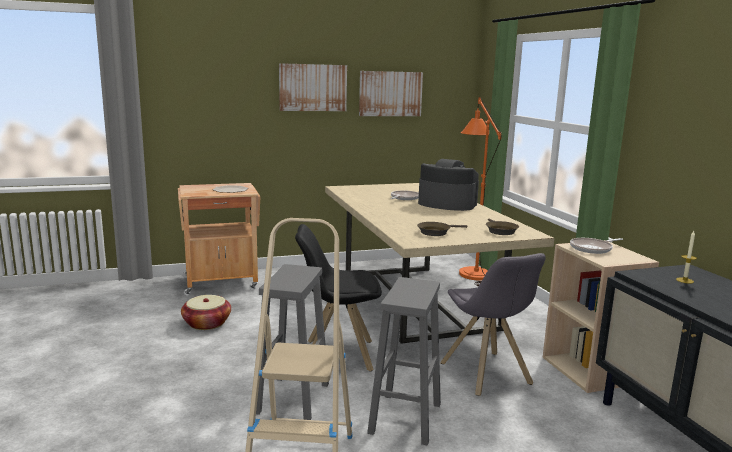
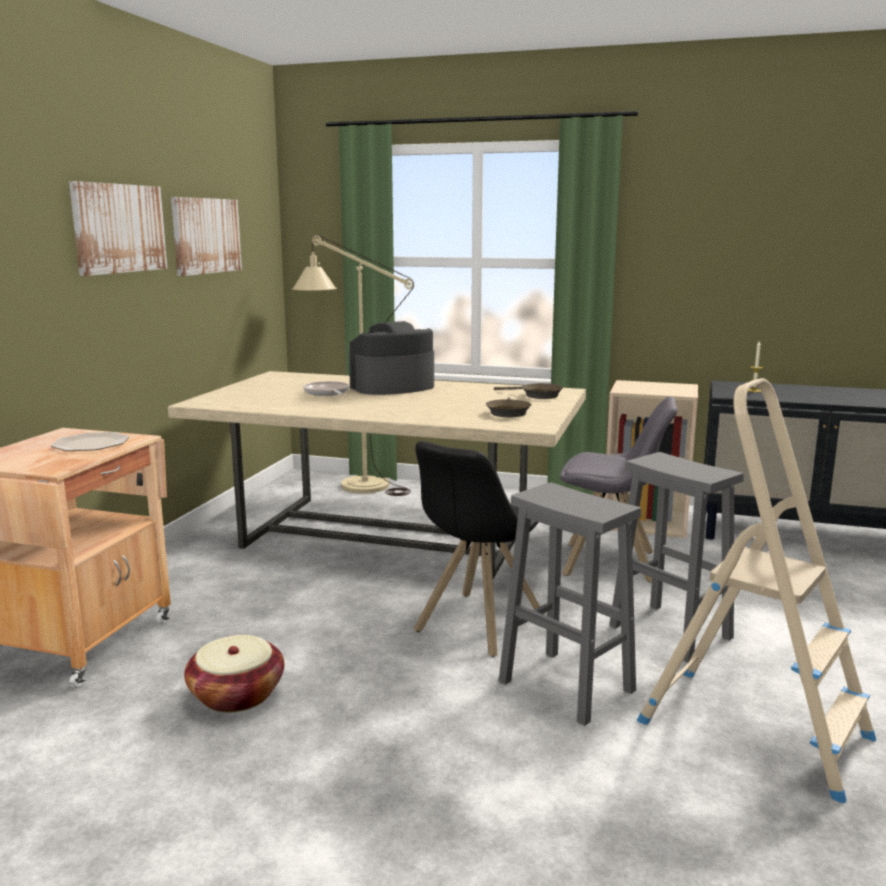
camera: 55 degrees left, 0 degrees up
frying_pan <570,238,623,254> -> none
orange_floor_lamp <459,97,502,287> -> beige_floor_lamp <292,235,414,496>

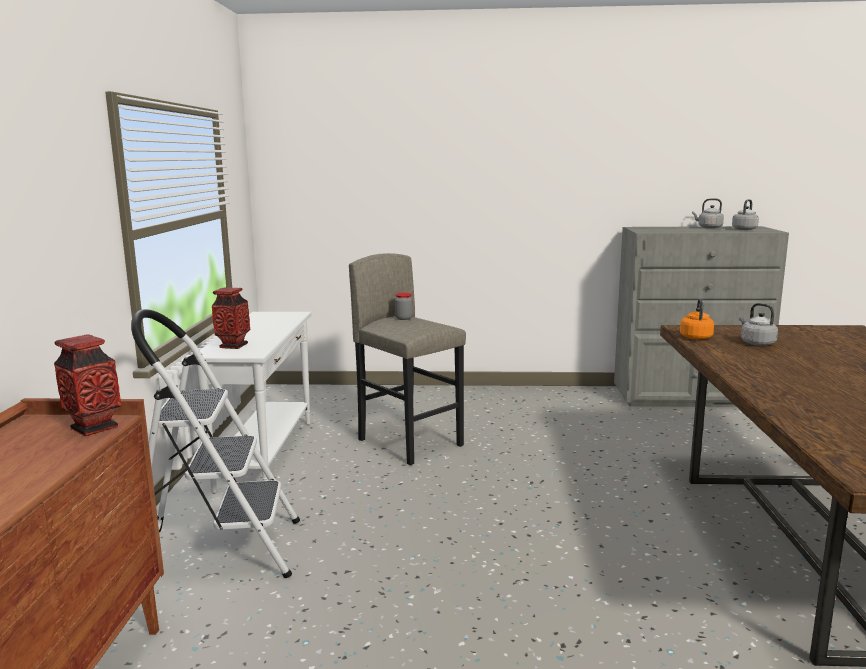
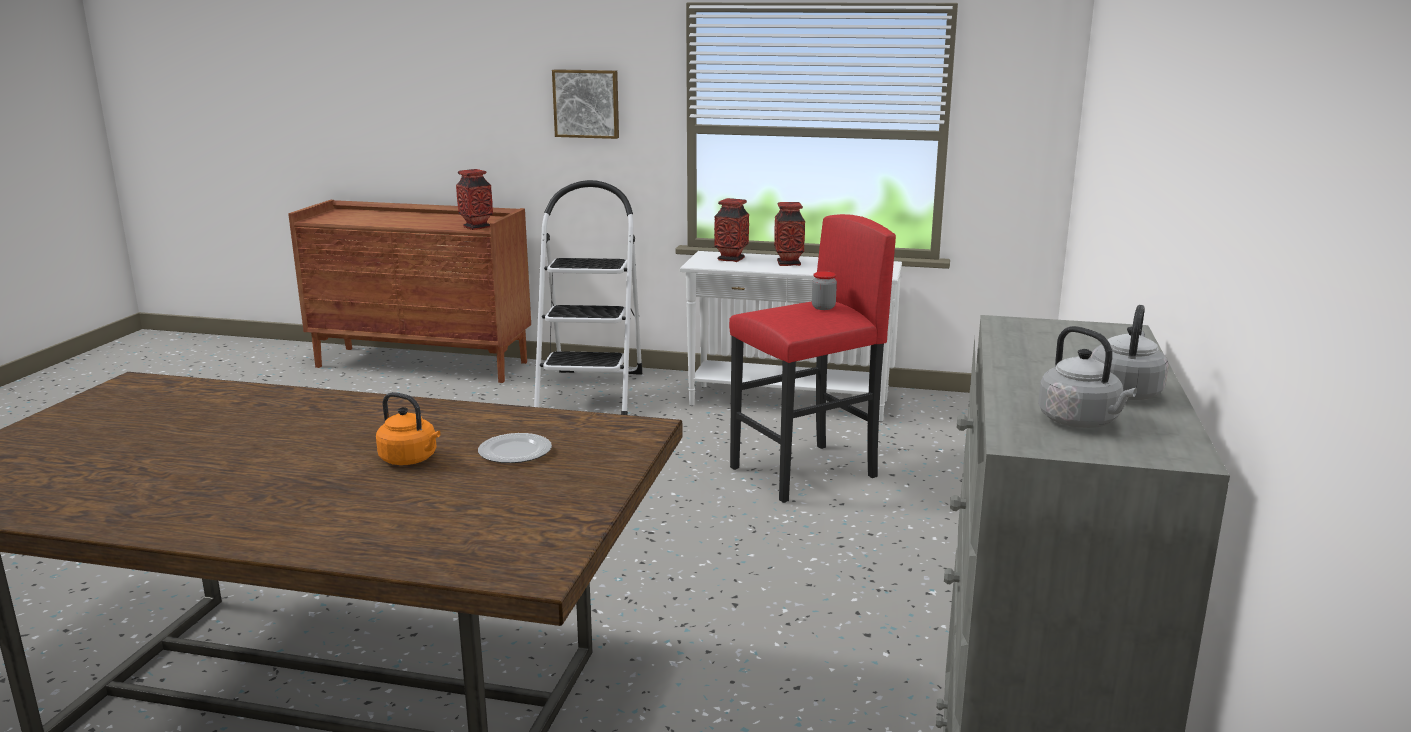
camera: 100 degrees right, 5 degrees up
none -> picture <552,69,619,139>
none -> vase <774,202,805,266>
orange_kettle <680,298,714,340> -> orange_kettle <376,392,441,465>, move
grey_kettle <739,303,778,346> -> plate <478,433,552,463>
grey_stool <349,253,466,465> -> red_stool <729,214,896,503>

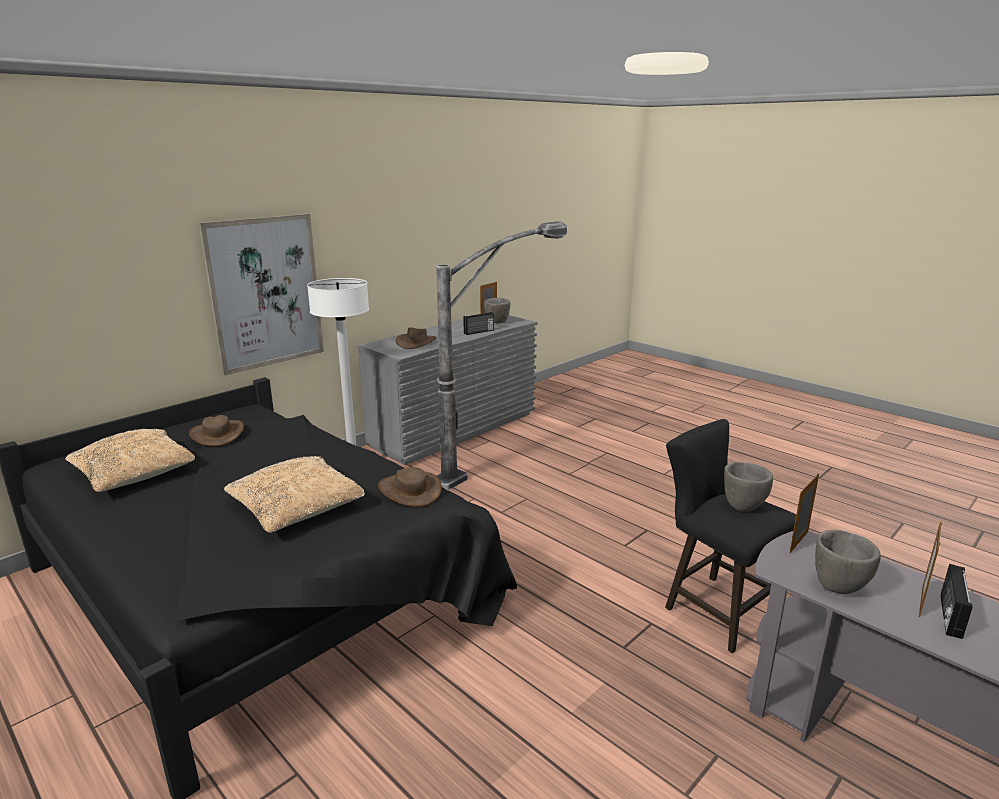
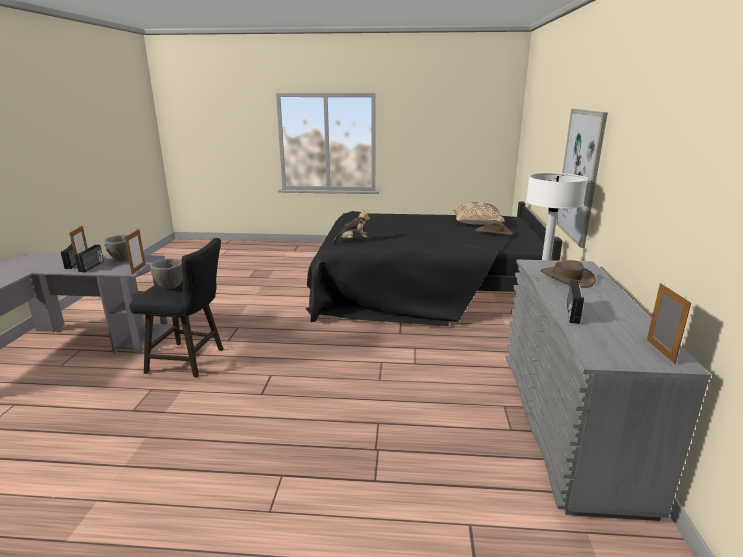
camera: 140 degrees right, 0 degrees up
beige_pillow <224,456,365,533> -> none
floor_lamp <436,222,567,490> -> none
grey_bowl <484,298,510,323> -> none
none -> radio <75,245,104,272>
brown_hat <378,467,442,507> -> plush_toy <332,209,370,243>

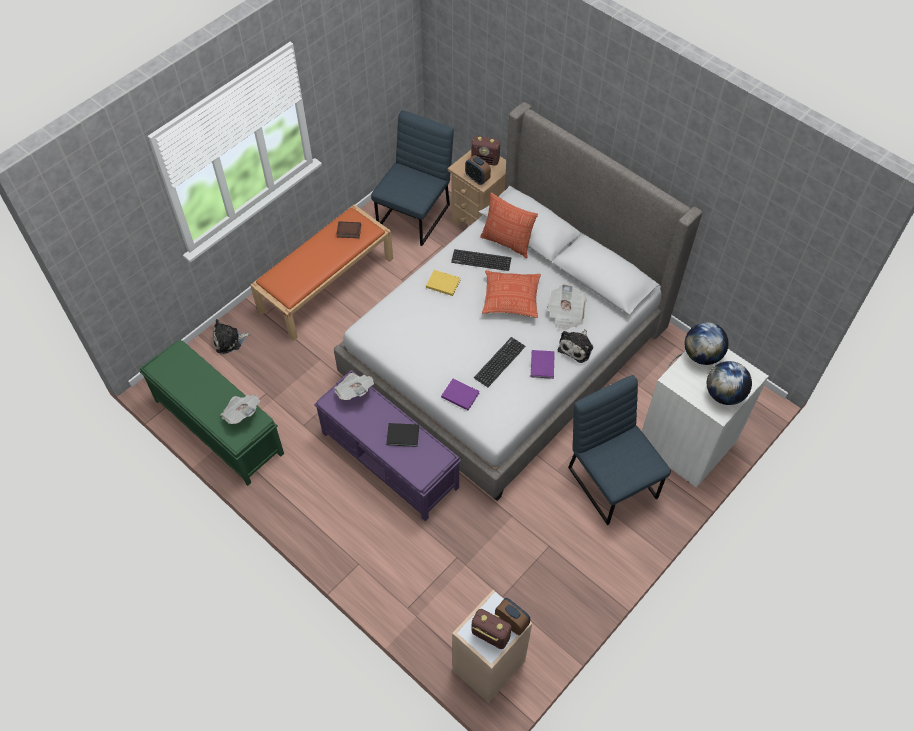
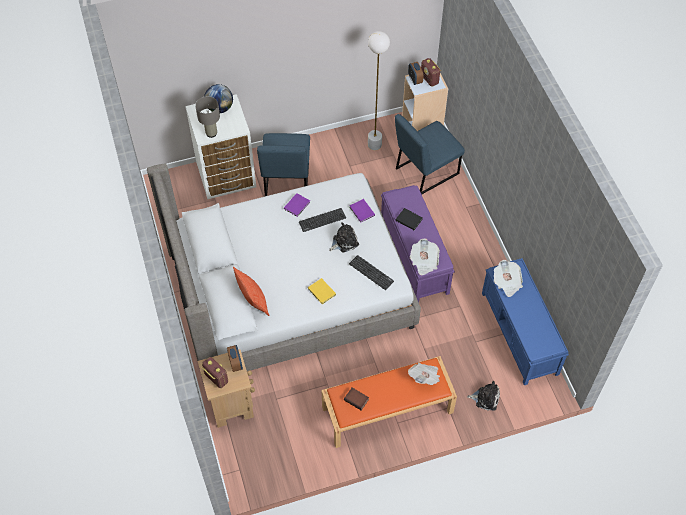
camera: 150 degrees left, 0 degrees up
orange_pillow <482,270,541,318> -> none
none -> white_floor_lamp <368,31,390,150>
blue_chair <371,110,454,246> -> blue_chair <395,114,465,194>, move
keyboard <451,249,511,271> -> keyboard <349,255,394,290>, move
newspaper <547,283,587,331> -> newspaper <408,363,440,385>, move
plush_toy <558,329,593,363> -> plush_toy <329,222,359,252>, move
globe <685,322,729,365> -> grey_table_lamp <195,96,220,138>
green_bench <139,340,284,486> -> blue_bench <482,258,569,385>

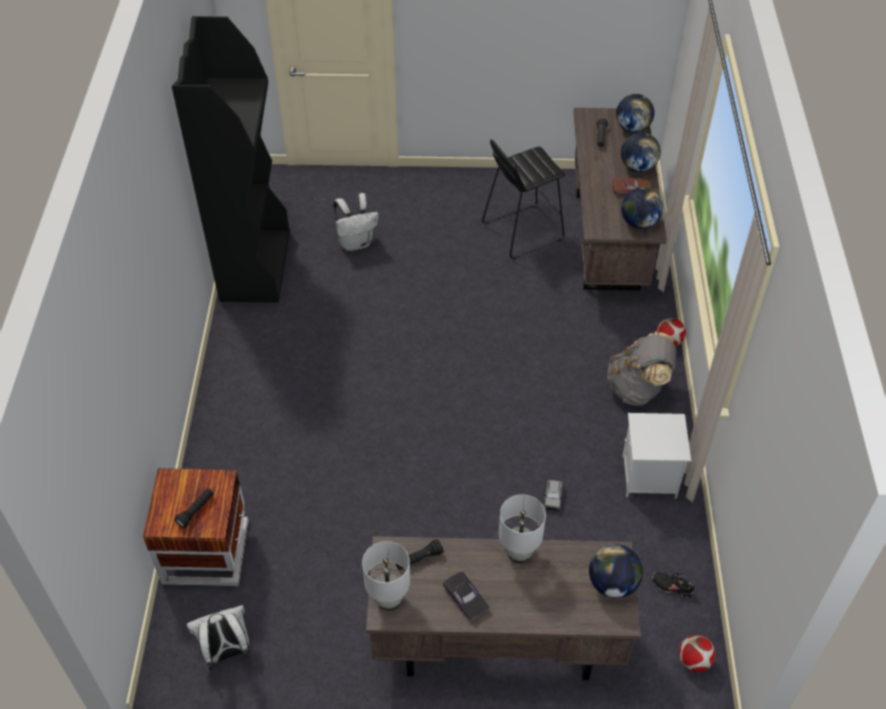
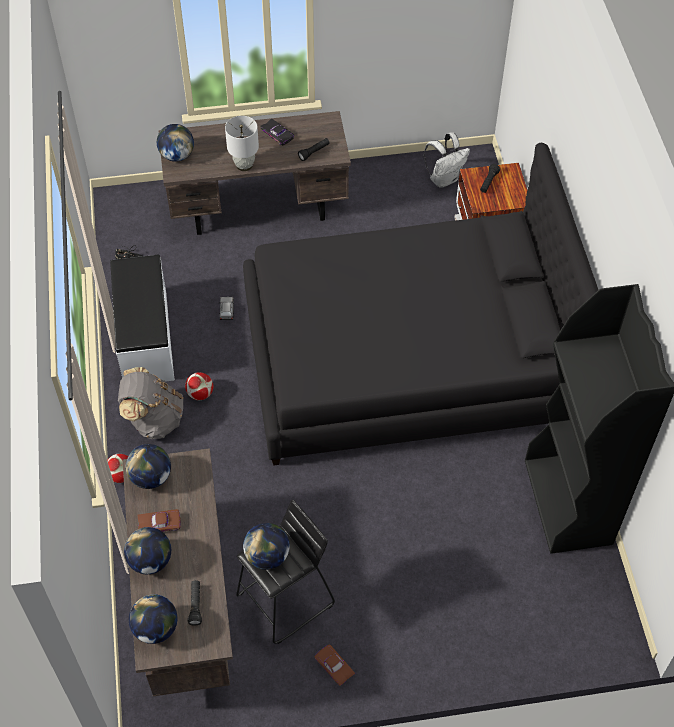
camera: 170 degrees right, 5 degrees up
white_backpack <333,193,379,251> -> none
white_table_lamp <362,541,410,610> -> none
none -> black_bed <243,142,598,466>
none -> globe <243,523,290,570>
none -> brown_toy_car <314,645,355,686>
football <679,635,715,672> -> football <185,372,213,400>, move
grey_nightstand <622,413,691,498> -> white_bench <110,254,175,382>

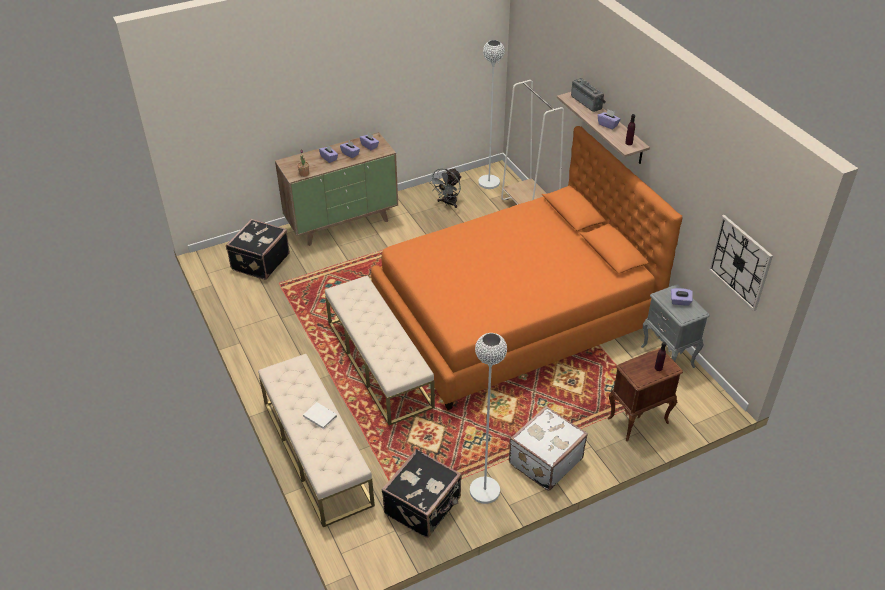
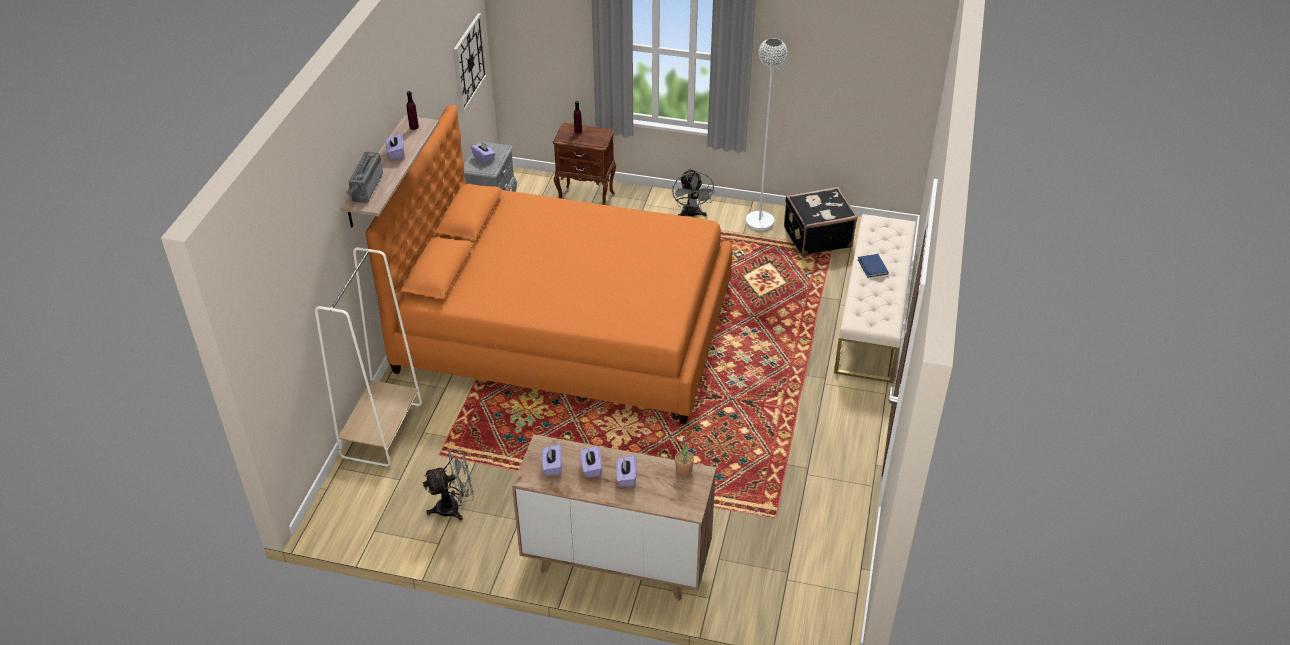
camera: 140 degrees left, 0 degrees up
black_suitcase <226,219,290,280> -> none
beige_bench <325,276,435,425> -> none
white_floor_lamp <478,40,505,189> -> none
white_suitcase <509,406,588,491> -> grey_fan <672,169,715,216>
white_book <303,402,337,429> -> blue_book <858,254,888,278>

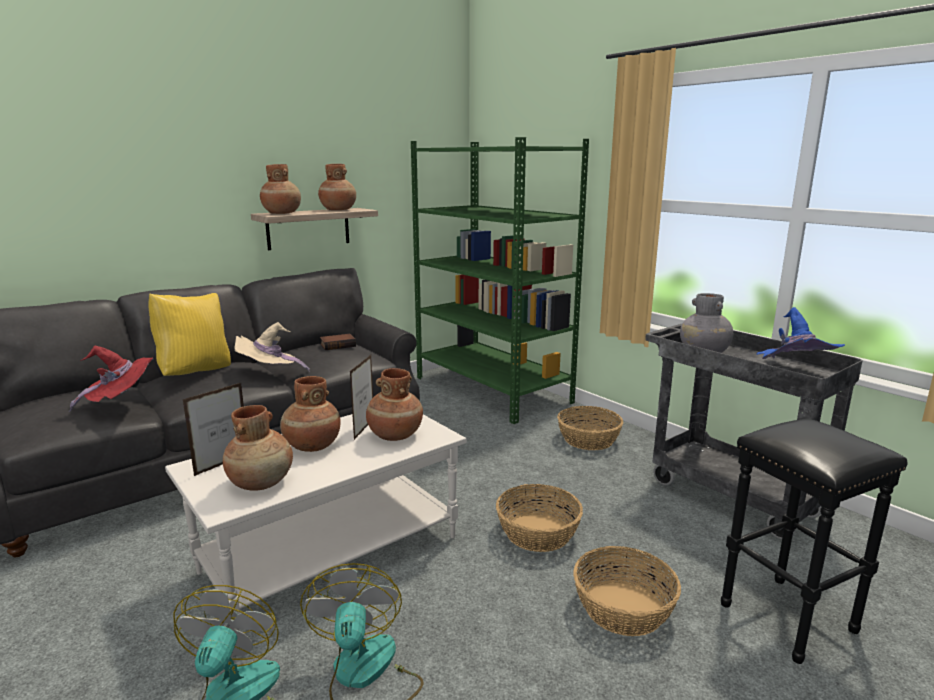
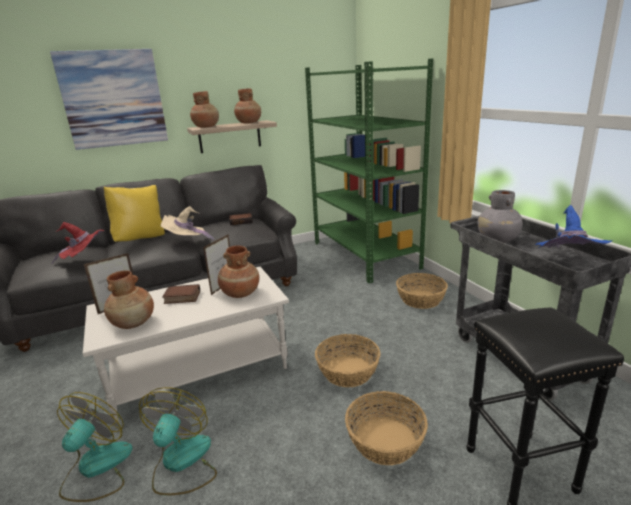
camera: 15 degrees right, 5 degrees up
none -> picture <50,49,168,150>
brown_vase <280,376,341,452> -> book <162,284,200,304>

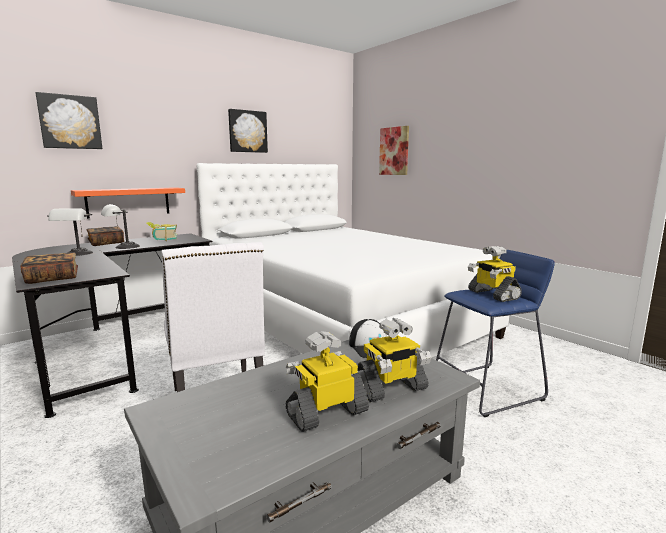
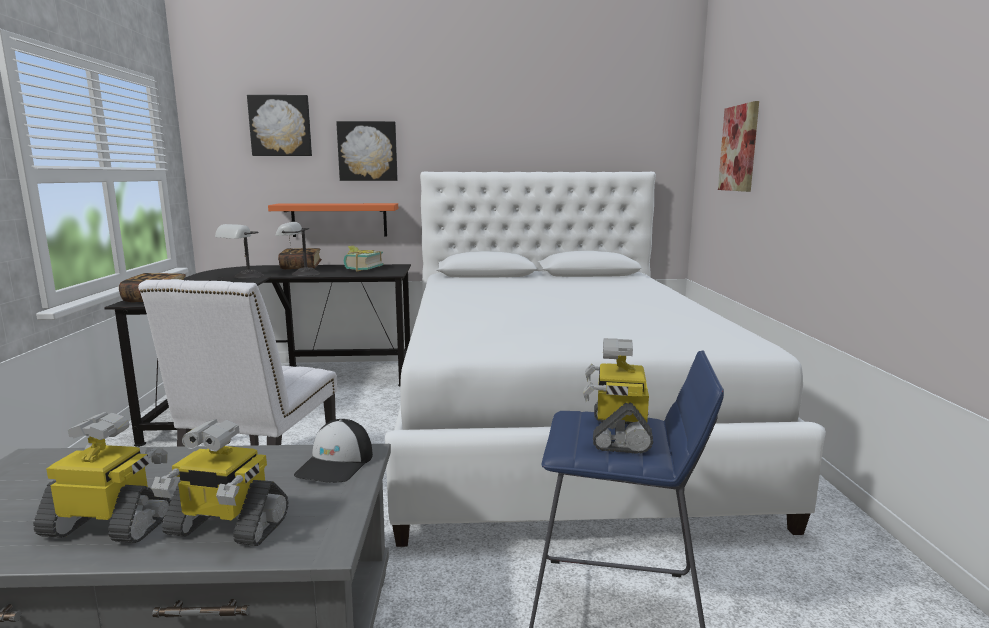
camera: 35 degrees right, 0 degrees up
picture <228,109,268,153> -> picture <336,121,398,181>, move

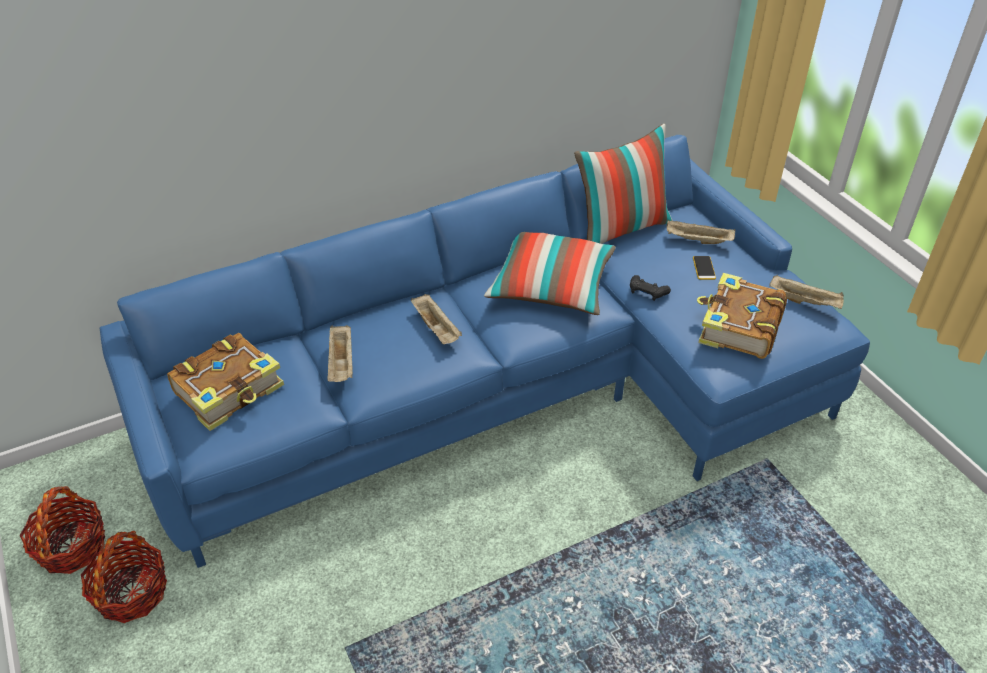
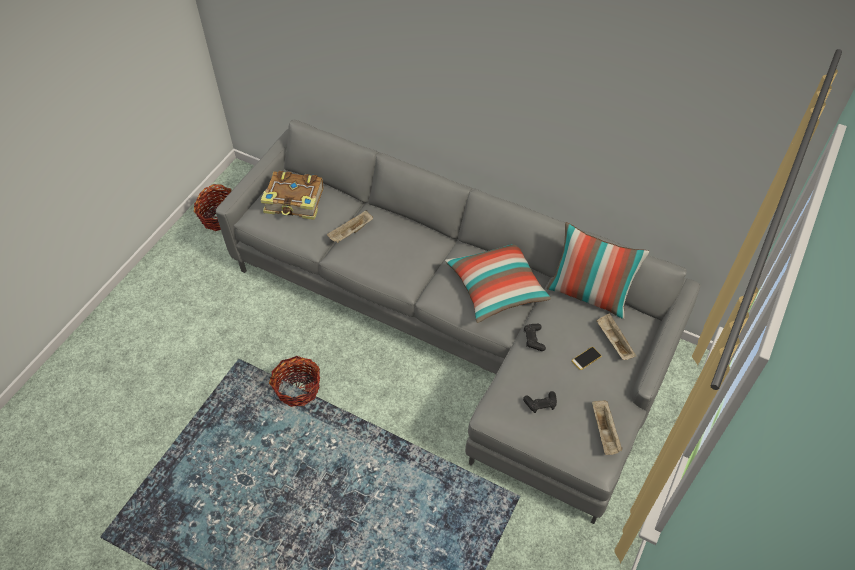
camera: 55 degrees right, 10 degrees up
beige_tray <411,294,462,344> -> none
basket <81,531,167,623> -> basket <269,356,320,407>, move
book <697,273,787,359> -> black_game_controller <523,391,557,413>
blue_sofa <100,135,870,568> -> grey_sofa <216,120,700,524>

